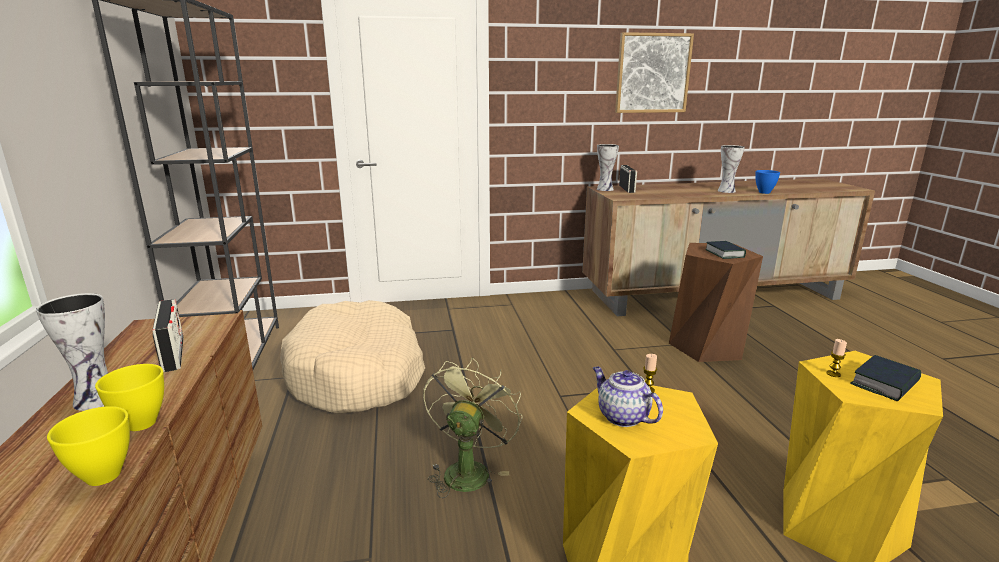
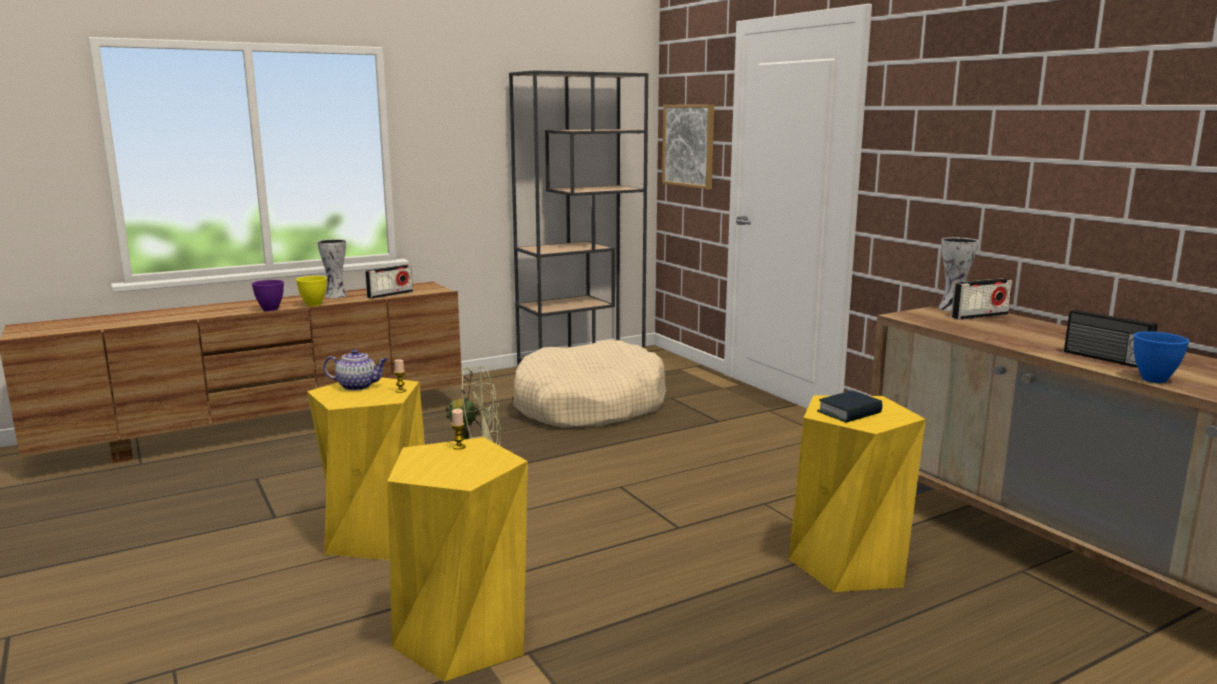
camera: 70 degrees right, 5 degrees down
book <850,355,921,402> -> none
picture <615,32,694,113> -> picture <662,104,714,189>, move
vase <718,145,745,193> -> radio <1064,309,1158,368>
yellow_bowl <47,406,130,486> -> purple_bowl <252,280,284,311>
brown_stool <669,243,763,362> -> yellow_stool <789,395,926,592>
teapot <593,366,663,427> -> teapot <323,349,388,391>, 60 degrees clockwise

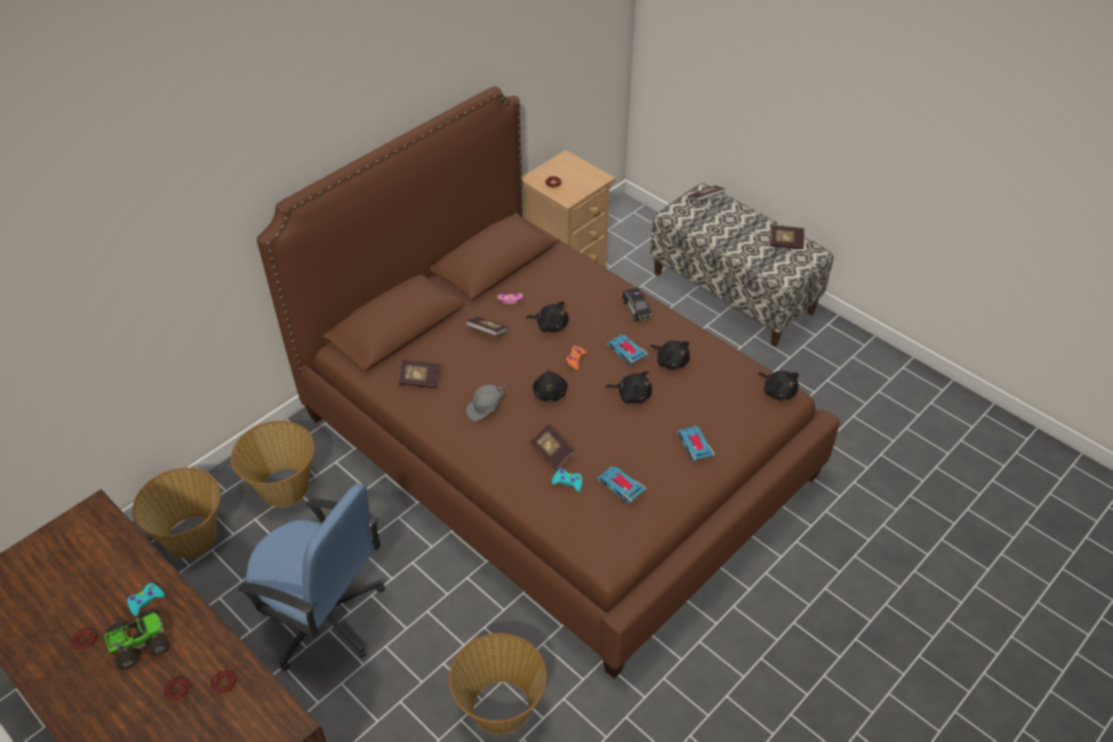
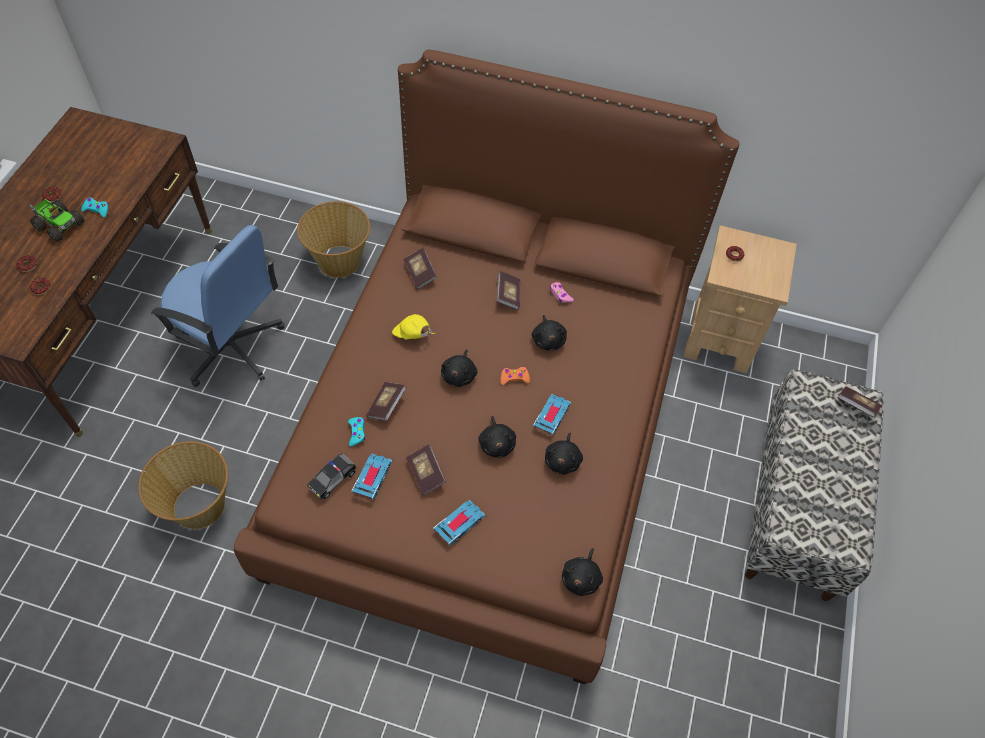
camera: 60 degrees right, 10 degrees up
basket <132,468,221,558> -> none
toy_car <622,287,653,322> -> toy_car <308,453,356,499>, move
book <770,225,804,249> -> book <406,444,446,495>, move
grey_cap <466,383,506,422> -> yellow_cap <392,314,436,340>
blue_office_chair <238,484,385,671> -> blue_office_chair <151,225,285,387>, 60 degrees counterclockwise
black_plush_toy <533,370,568,402> -> black_plush_toy <441,350,477,387>, 45 degrees counterclockwise

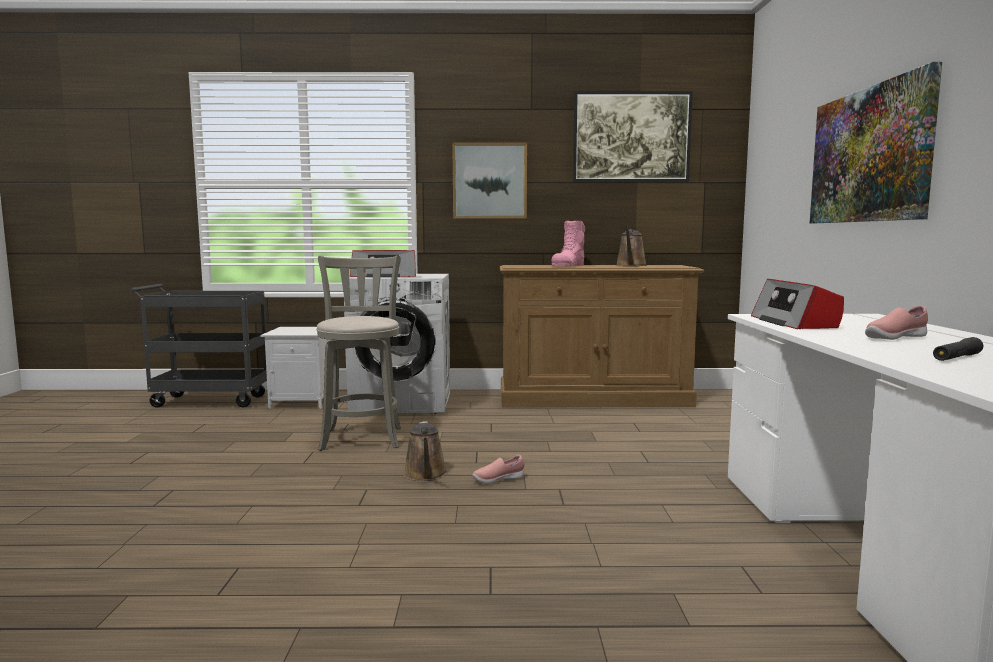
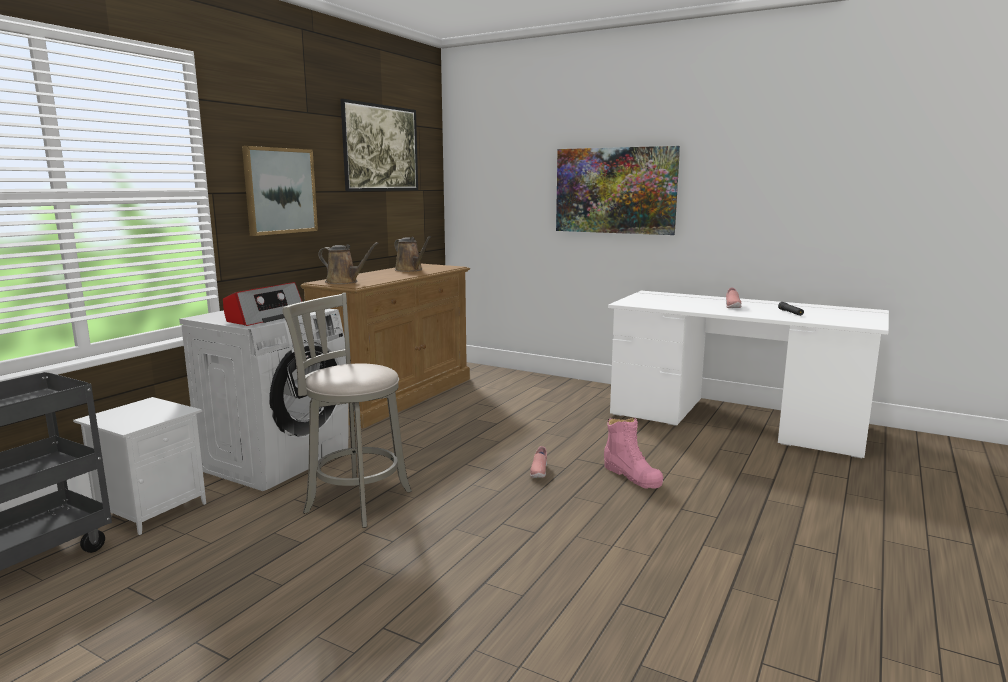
camera: 60 degrees left, 5 degrees up
radio <751,279,844,329> -> none
brown_watering_can <403,421,447,481> -> brown_watering_can <318,242,379,284>, move
pink_boot <551,221,585,266> -> pink_boot <604,417,663,489>, move

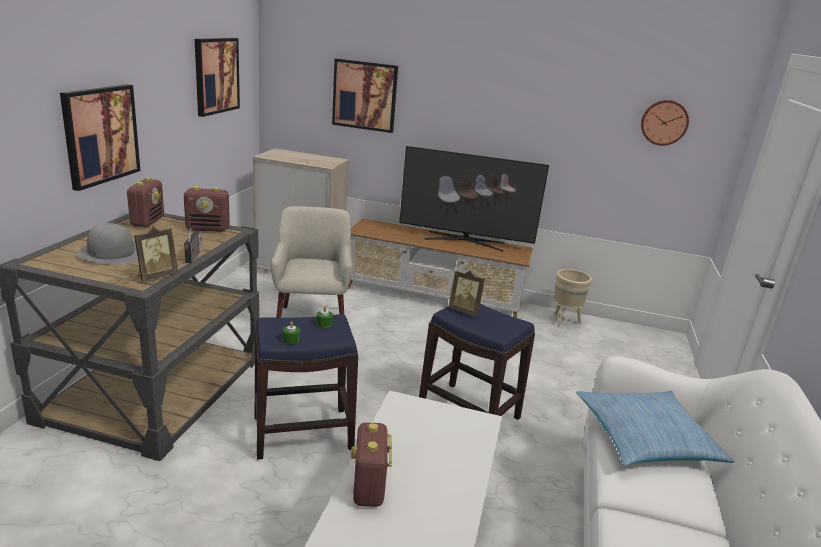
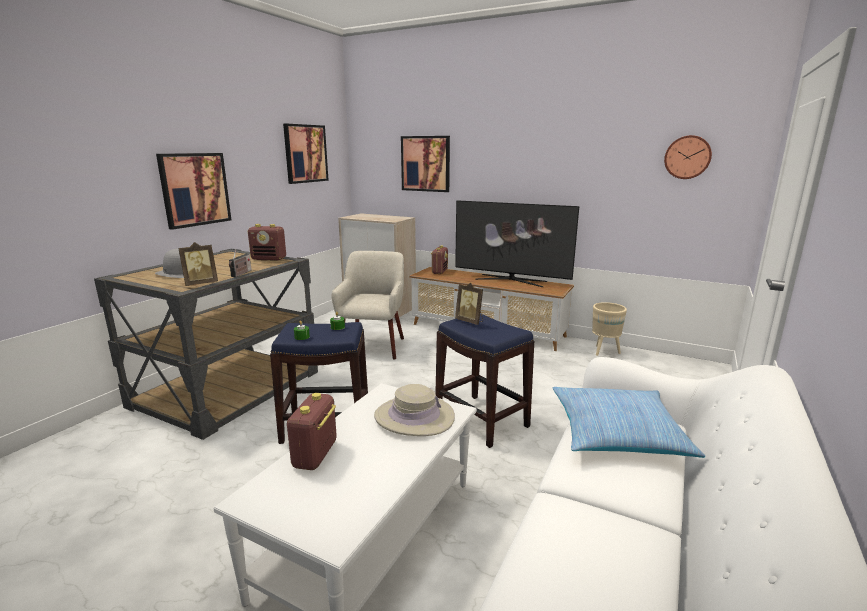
camera: 15 degrees right, 5 degrees down
none -> beige_hat <374,384,455,436>
radio <126,177,164,227> -> radio <431,246,448,274>, move

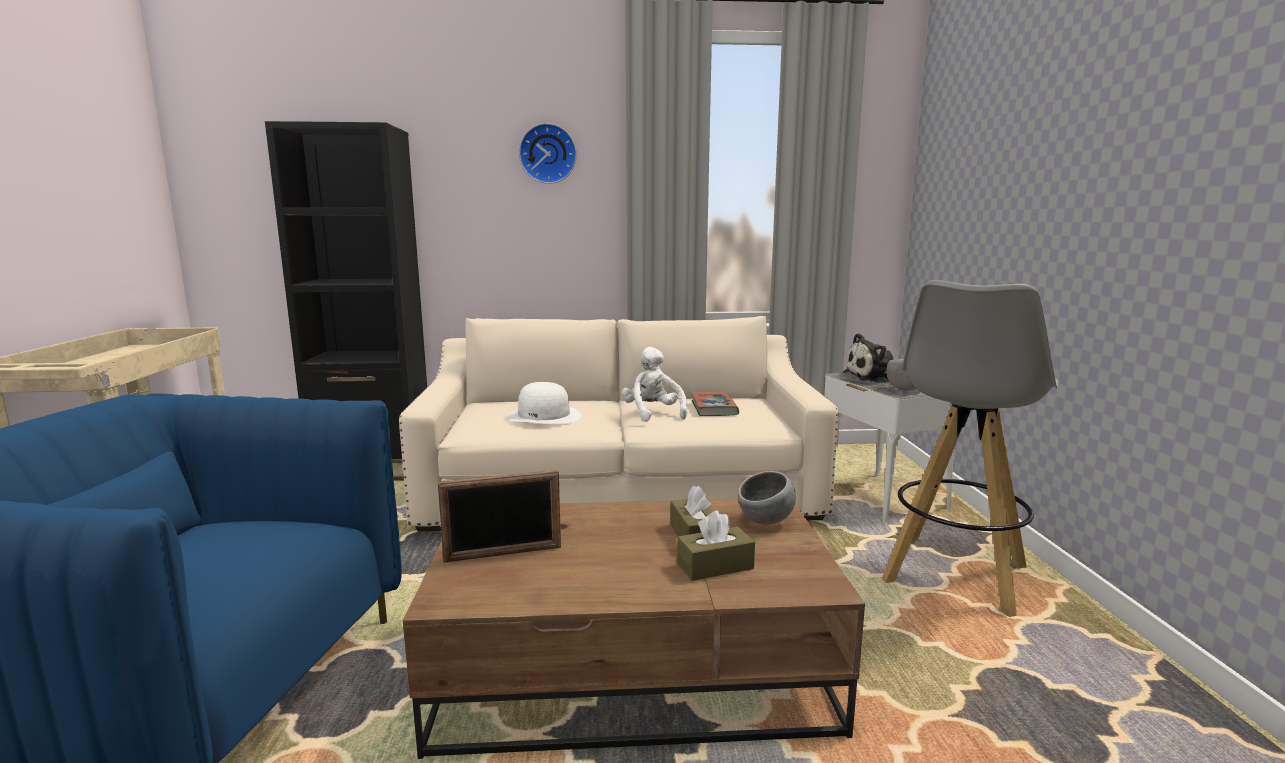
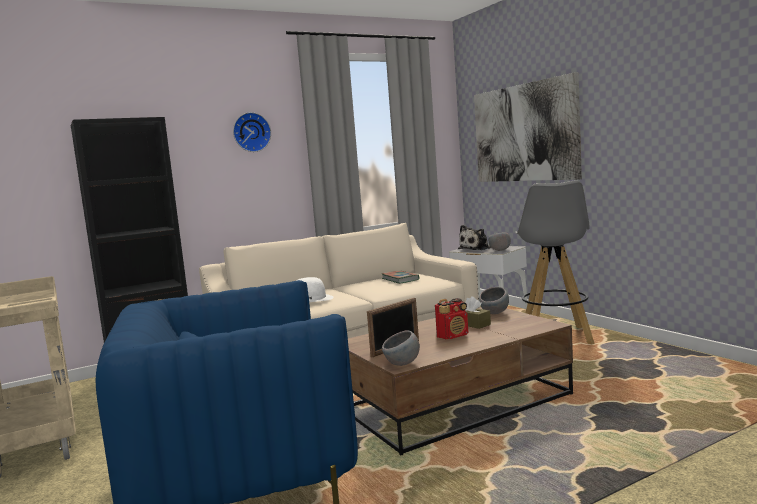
camera: 25 degrees left, 5 degrees down
white_plush_toy <622,347,687,422> -> none
brown_tissue_box <677,510,755,581> -> none
none -> grey_bowl <382,331,420,366>
none -> radio <435,298,468,340>
none -> picture <474,72,582,182>

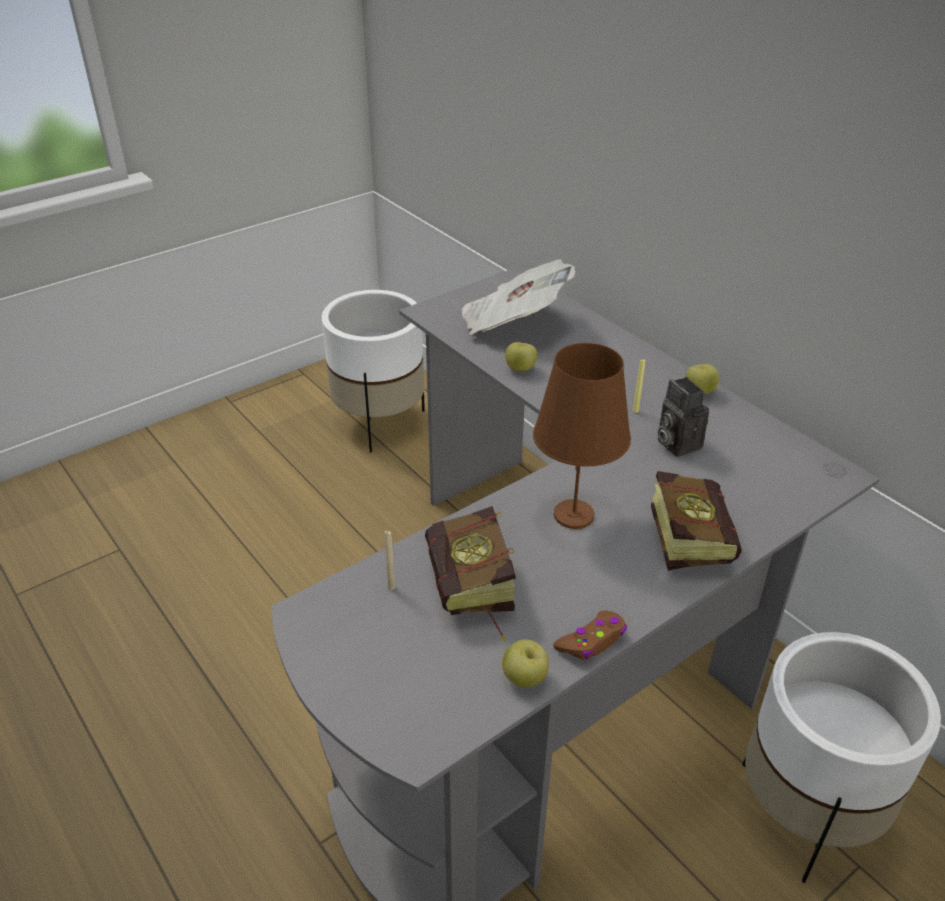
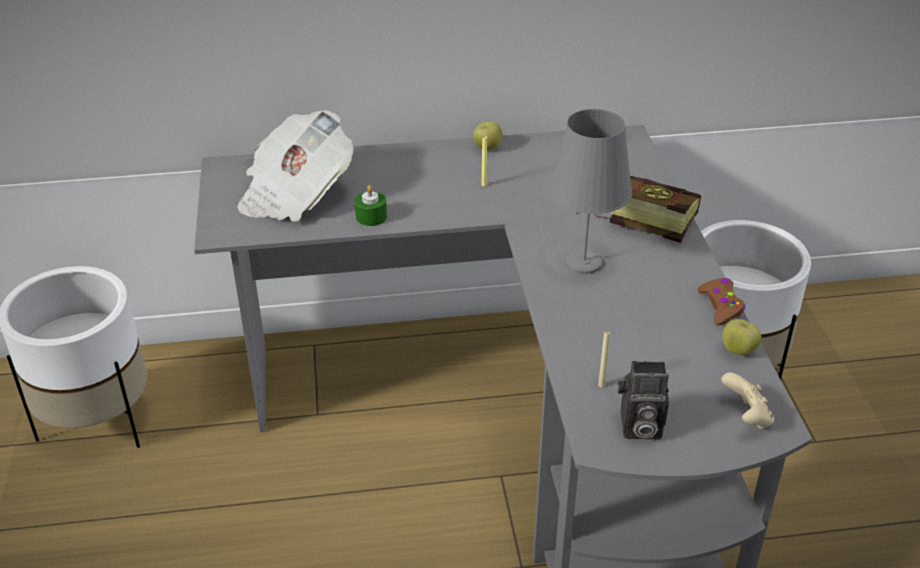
camera: 60 degrees left, 0 degrees up
book <425,506,516,641> -> none
none -> beige_game_controller <721,373,774,430>
photo_camera <657,377,709,457> -> photo_camera <618,361,669,439>, move
apple <505,342,537,371> -> green_candle <354,185,387,226>
brown_table_lamp <533,343,631,529> -> grey_table_lamp <549,109,633,274>

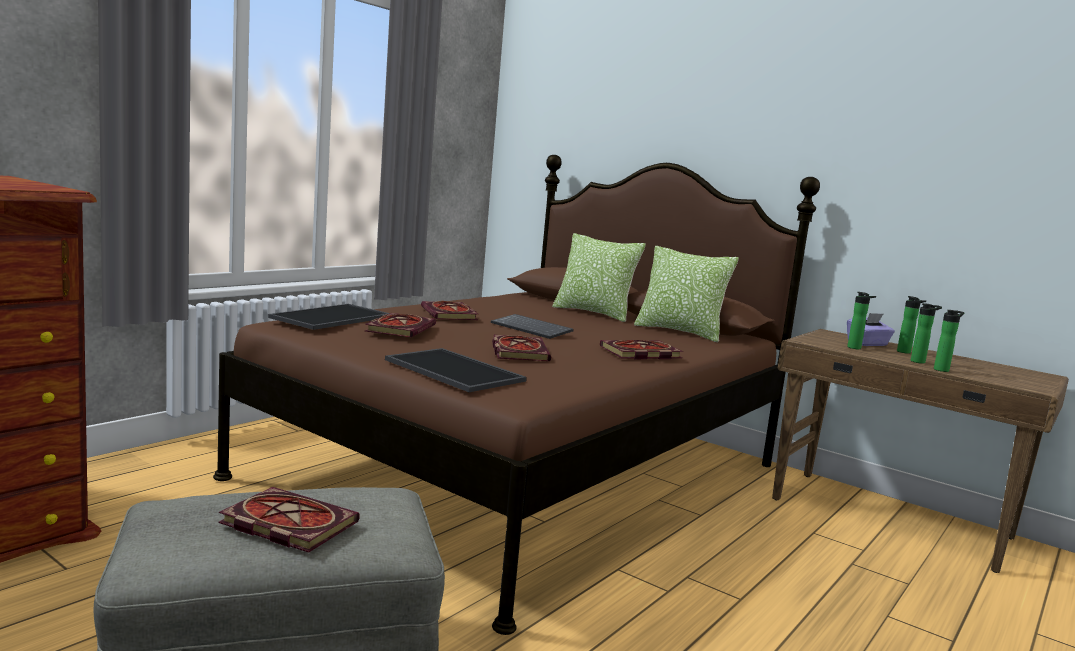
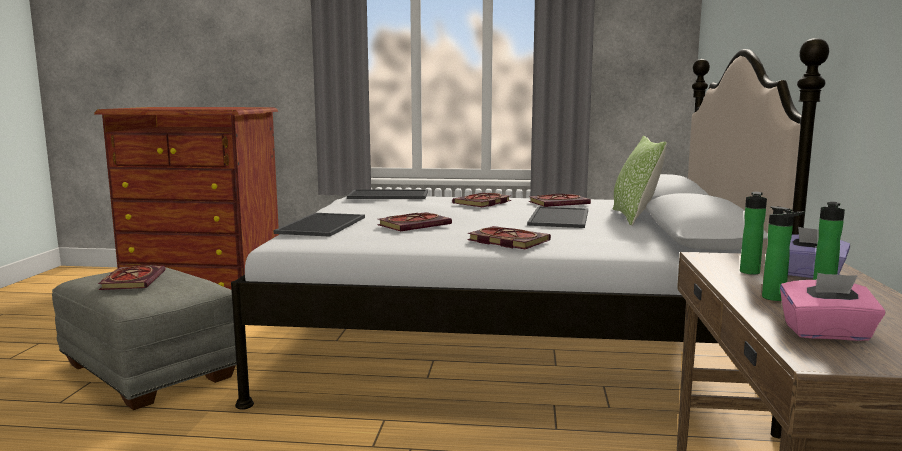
camera: 60 degrees right, 0 degrees up
keyboard <491,314,574,339> -> none
pillow <634,246,739,342> -> none
bottle <934,310,965,372> -> none
none -> tray <527,206,588,228>
none -> pink_tissue_box <780,273,885,341>
book <365,313,436,337> -> book <528,194,591,207>, move
brown_bed <213,155,820,635> -> white_bed <231,38,829,438>

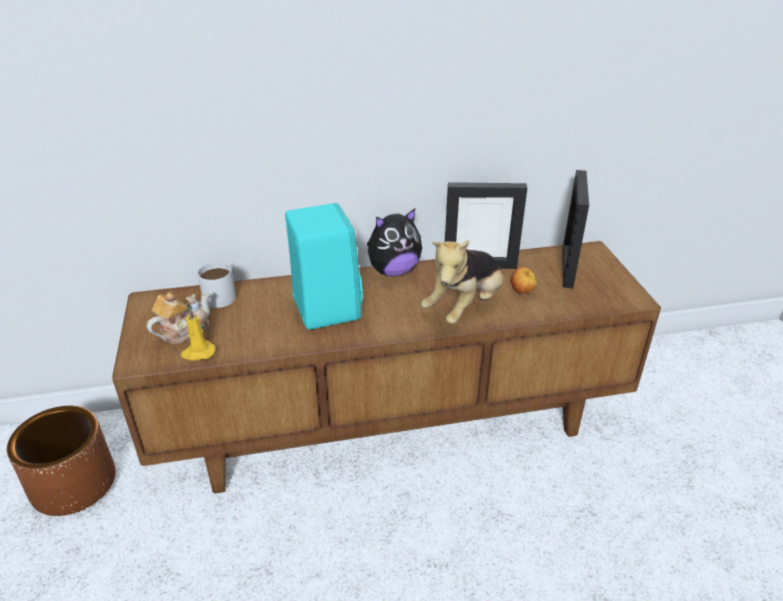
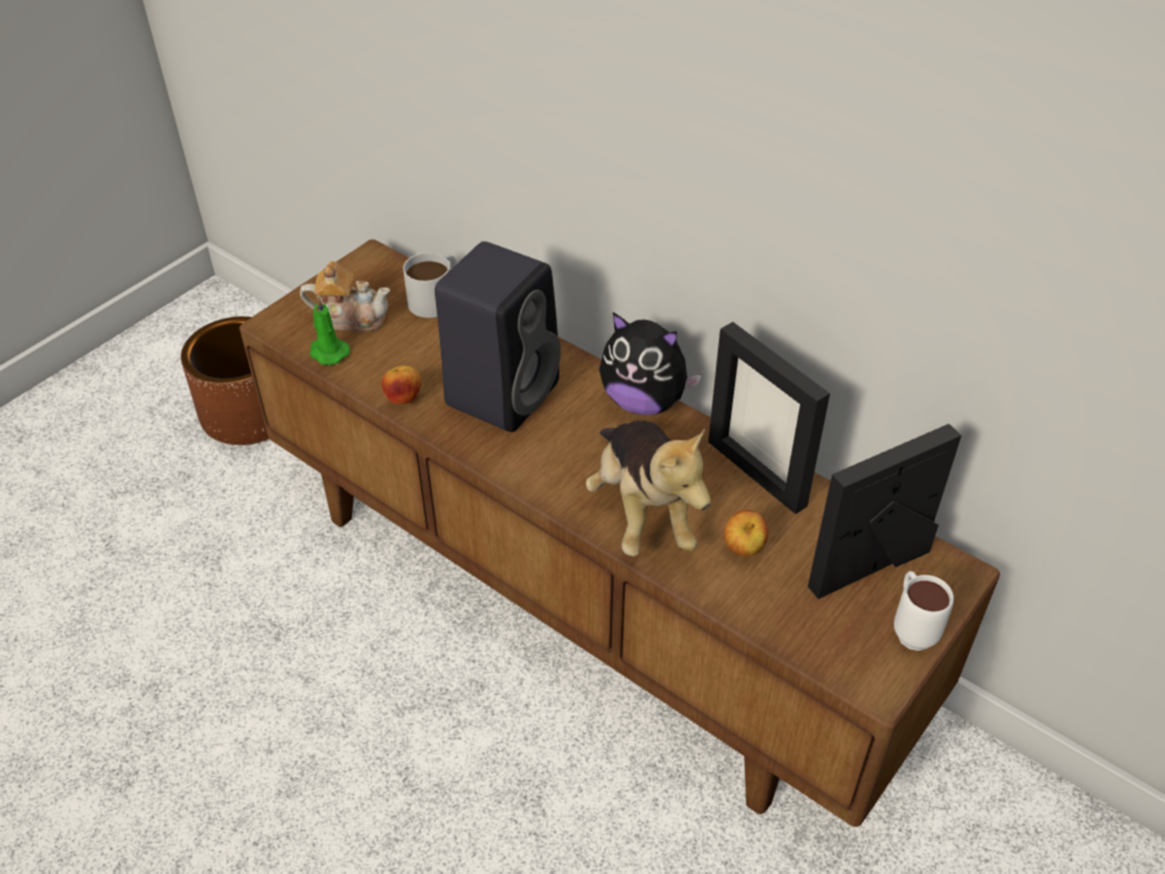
camera: 50 degrees right, 10 degrees up
none -> apple <382,366,421,404>
none -> white_mug <894,571,954,651>
yellow_candle <180,308,215,361> -> green_candle <310,297,350,365>
turquoise_speaker <285,203,363,330> -> black_speaker <435,241,561,432>
plush_toy <421,240,503,324> -> plush_toy <586,420,711,556>, 105 degrees counterclockwise

